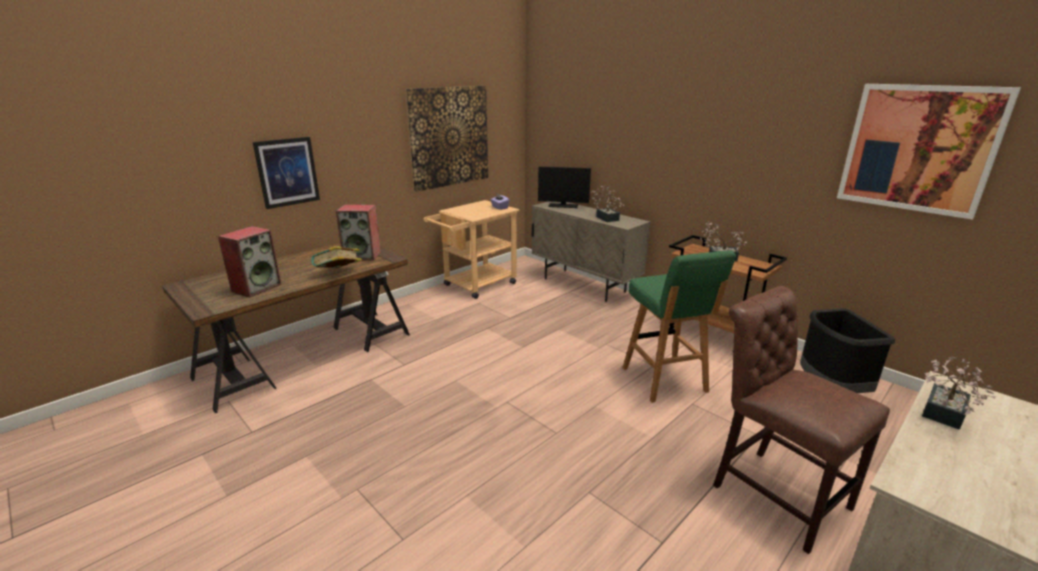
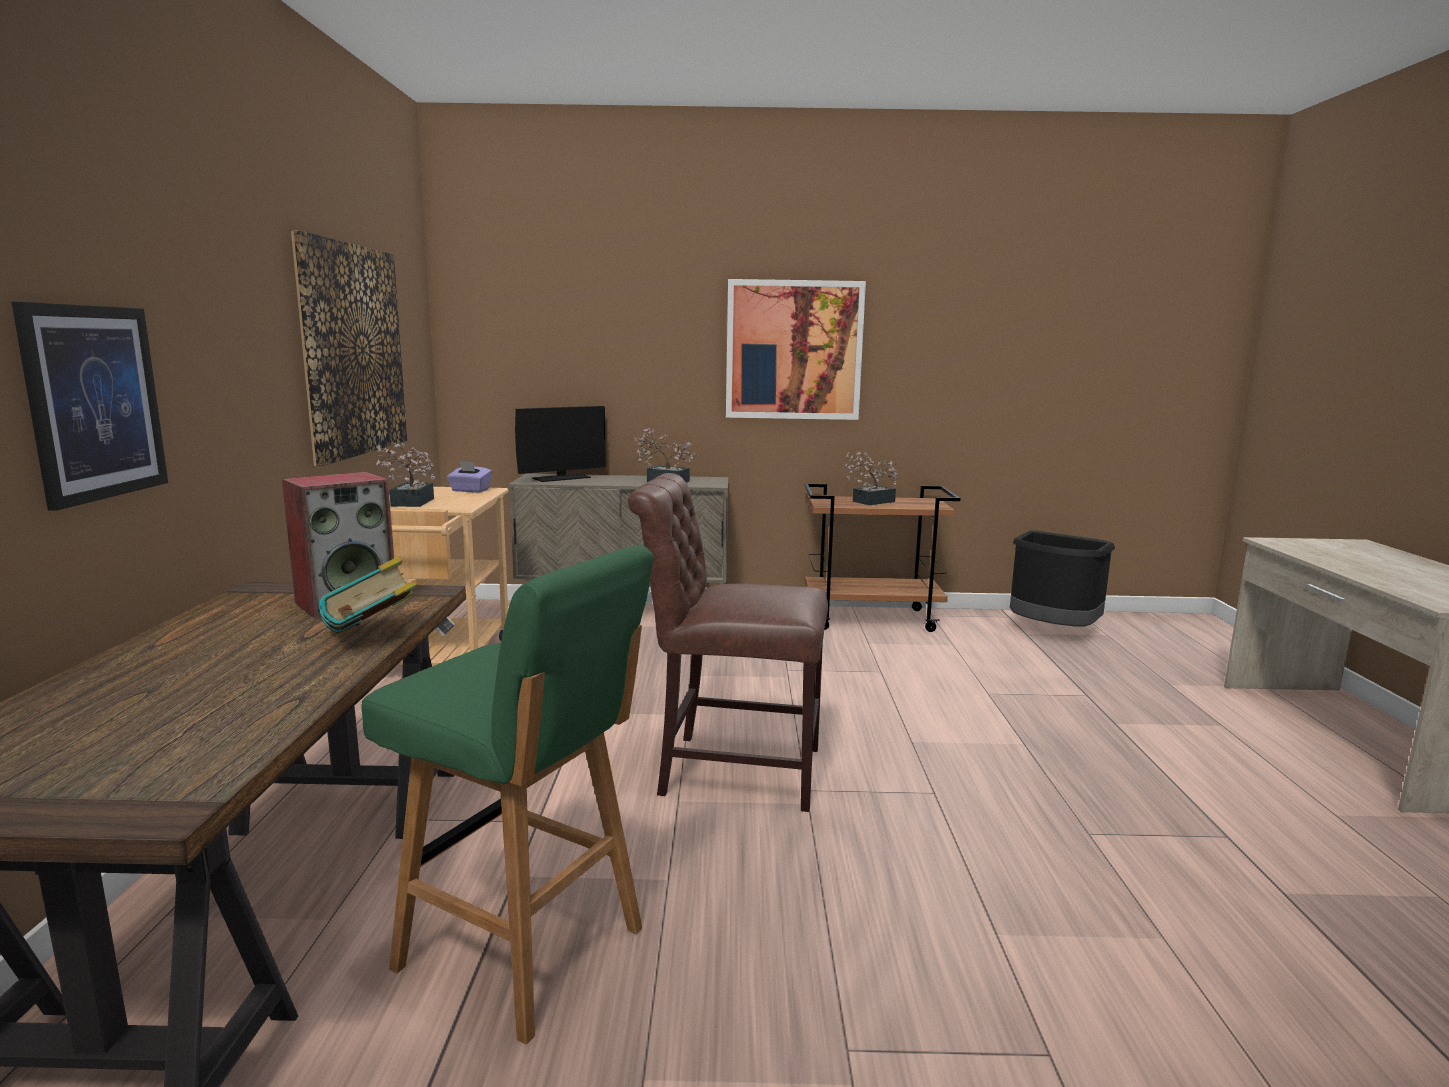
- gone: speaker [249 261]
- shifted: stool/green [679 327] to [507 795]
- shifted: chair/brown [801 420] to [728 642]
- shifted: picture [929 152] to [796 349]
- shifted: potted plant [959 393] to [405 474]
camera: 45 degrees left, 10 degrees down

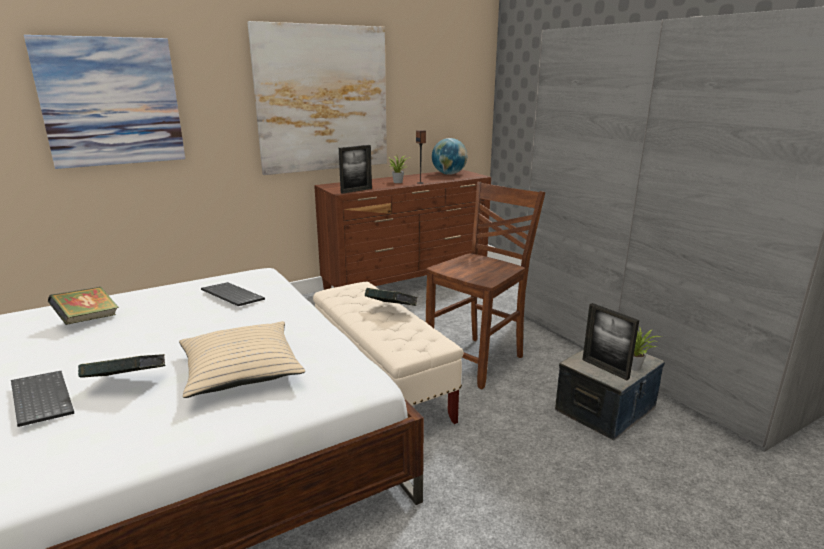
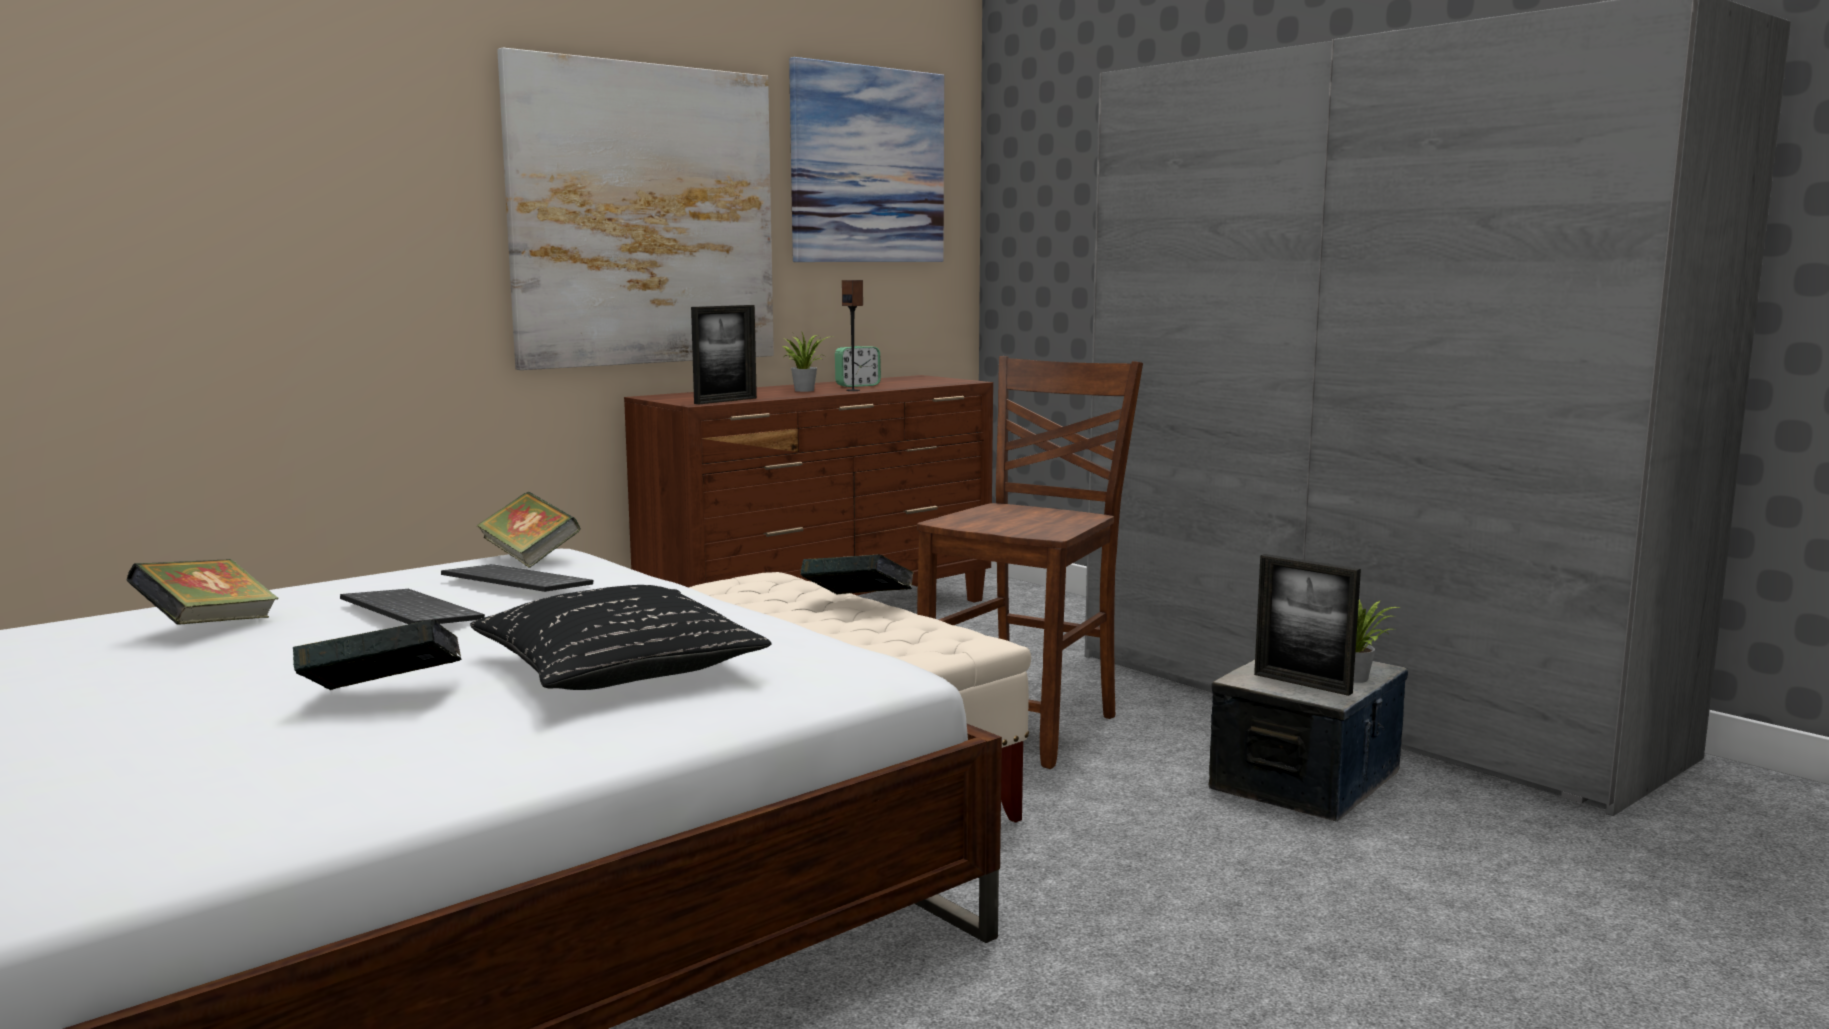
- shifted: keyboard [42 399] to [412 606]
- shifted: picture [104 102] to [866 159]
- repainted: pillow/beige [242 359] to pillow/black [620 637]
- gone: globe [449 156]
- new: book [528 530]
- new: alarm clock [858 366]
camera: 10 degrees left, 10 degrees down

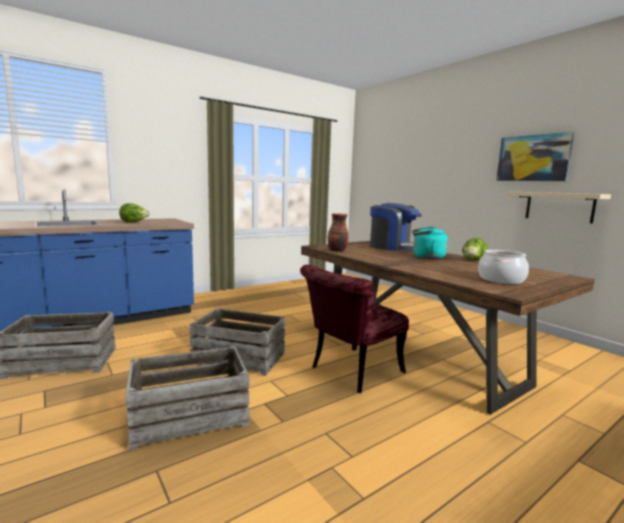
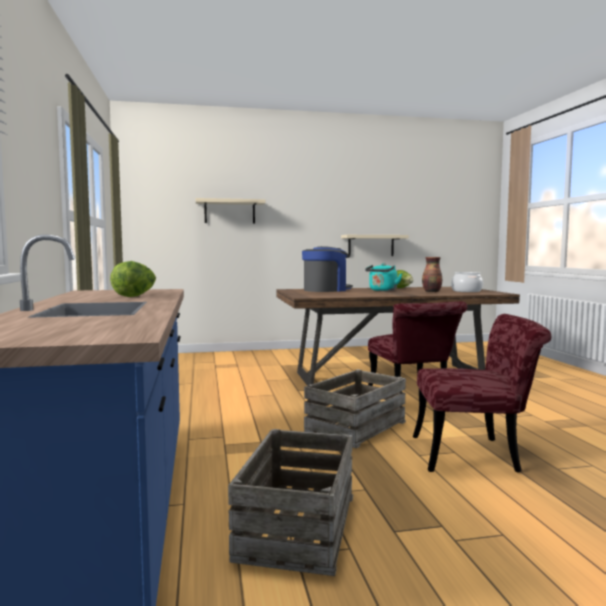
- swapped: crate [187 398] to chair/red [482 393]
- shifted: vase [337 232] to [432 274]
- gone: picture [535 156]
- new: shelf/beige [230 211]
camera: 65 degrees left, 5 degrees down

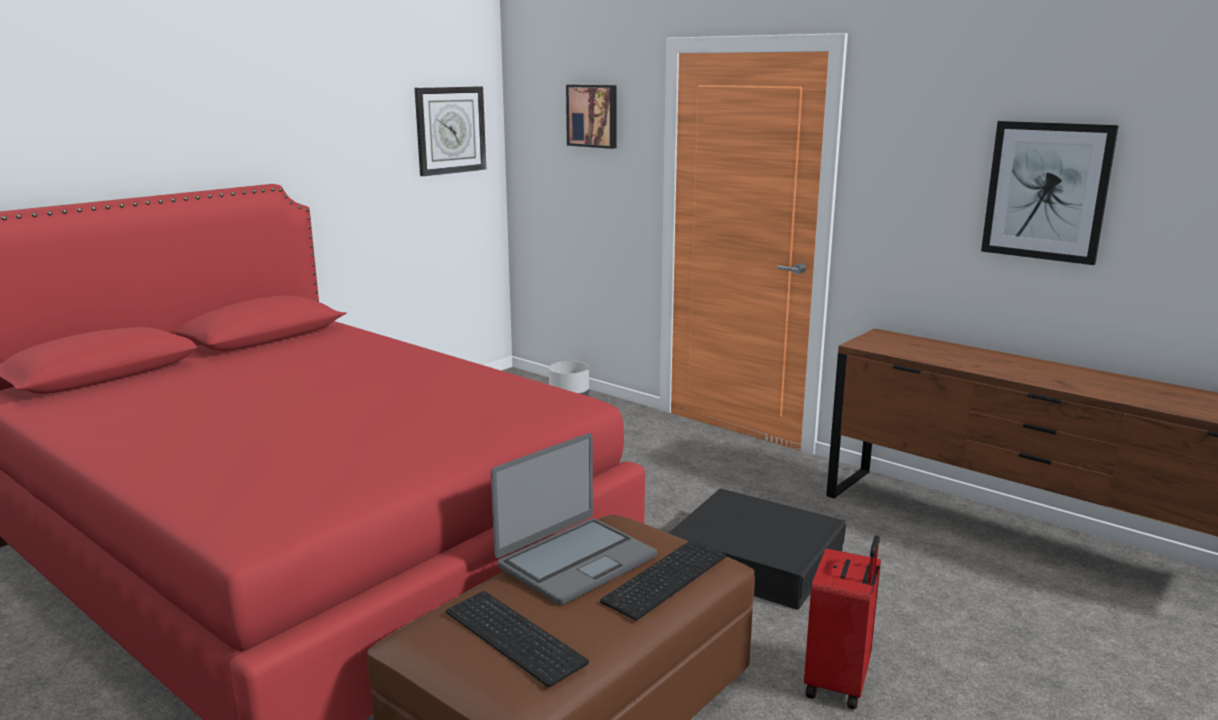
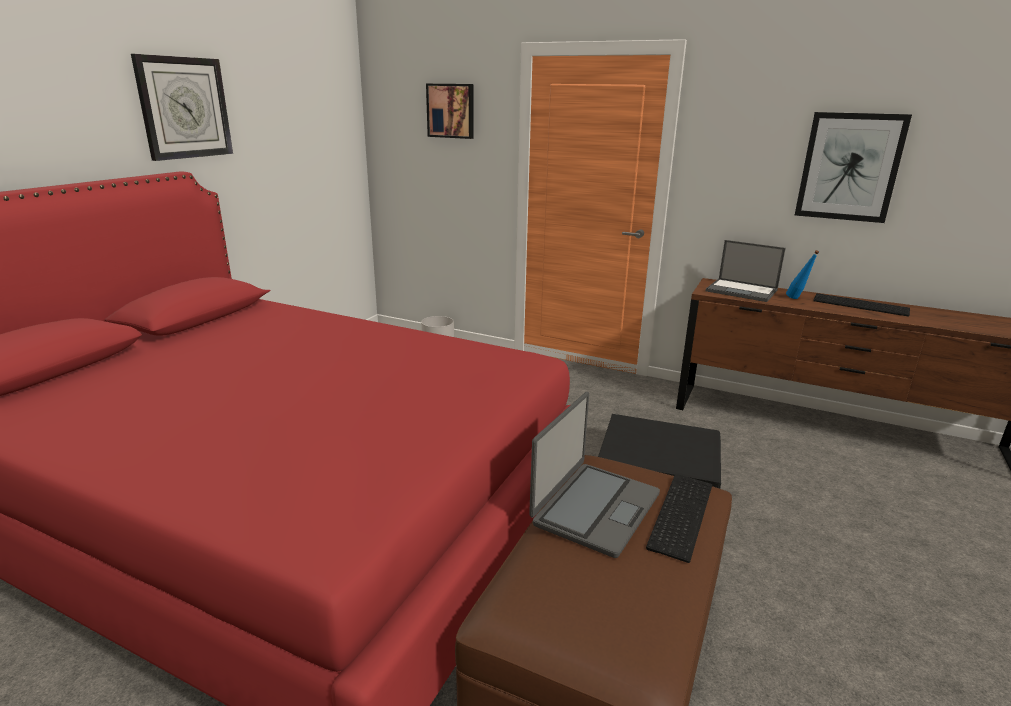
- shifted: wall clock [450 131] to [182 107]
- shifted: keyboard [517 639] to [861 305]
- gone: suitcase/red [842 623]
- new: laptop [746 271]
- new: bottle/blue [802 274]
camera: 15 degrees left, 5 degrees up

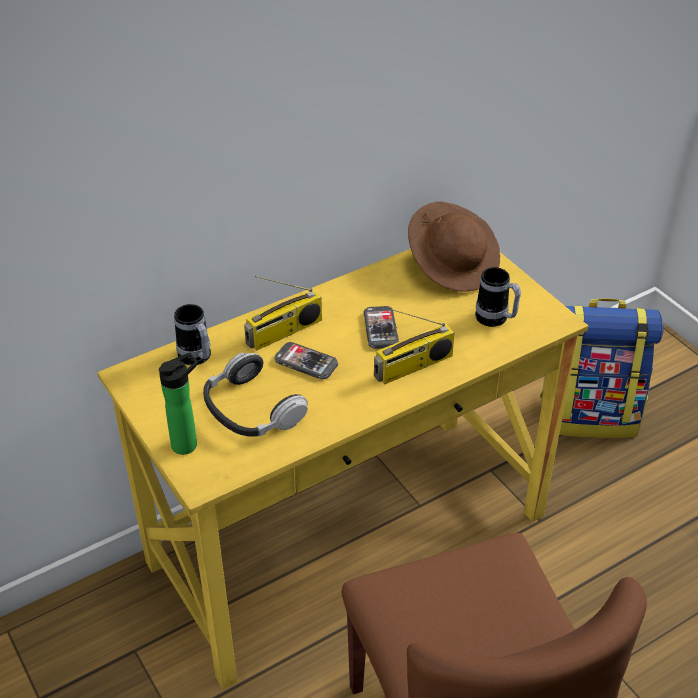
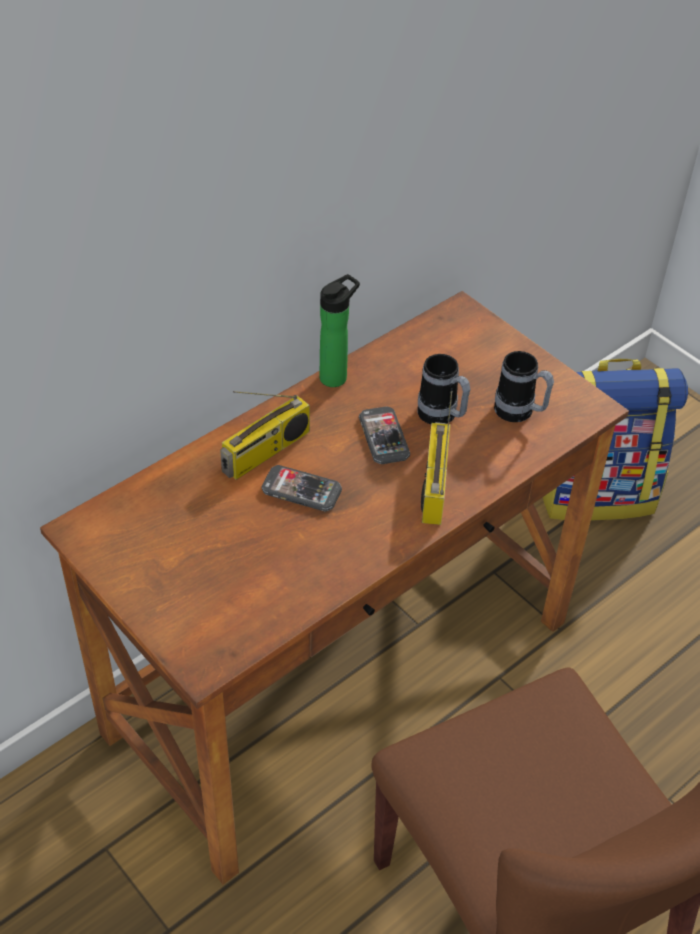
- repainted: desk/yellow [342 469] to desk/brown [334 588]
- shifted: bottle [178 403] to [340 330]
- shifted: mug [192 334] to [443 389]
- gone: headphones [255 394]
- rotated: radio [414 346] = [437 458] 135 degrees clockwise
- gone: hat/brown [454 247]
camera: 10 degrees left, 5 degrees up

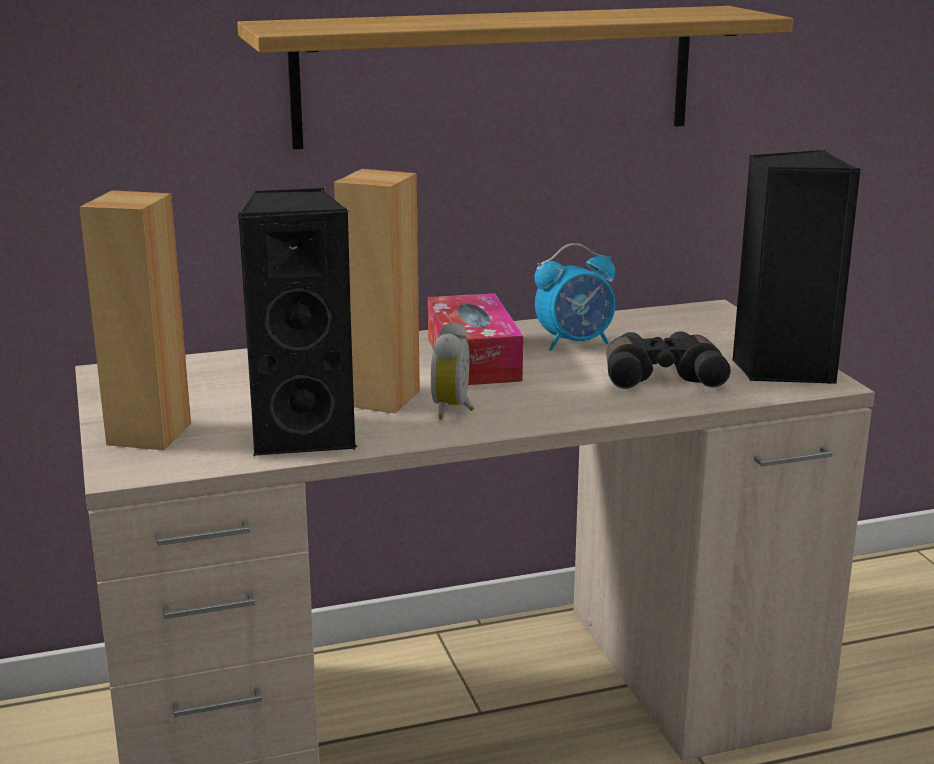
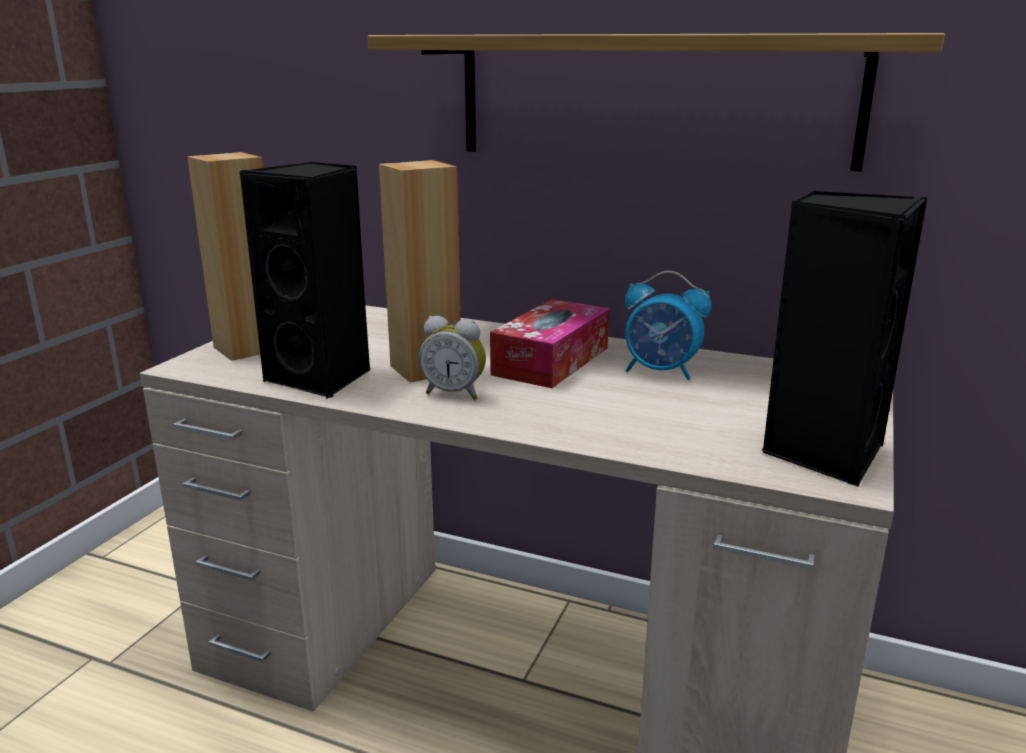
- rotated: alarm clock [452 370] = [452 358] 120 degrees counterclockwise
- gone: binoculars/black [668 360]
camera: 40 degrees right, 0 degrees up

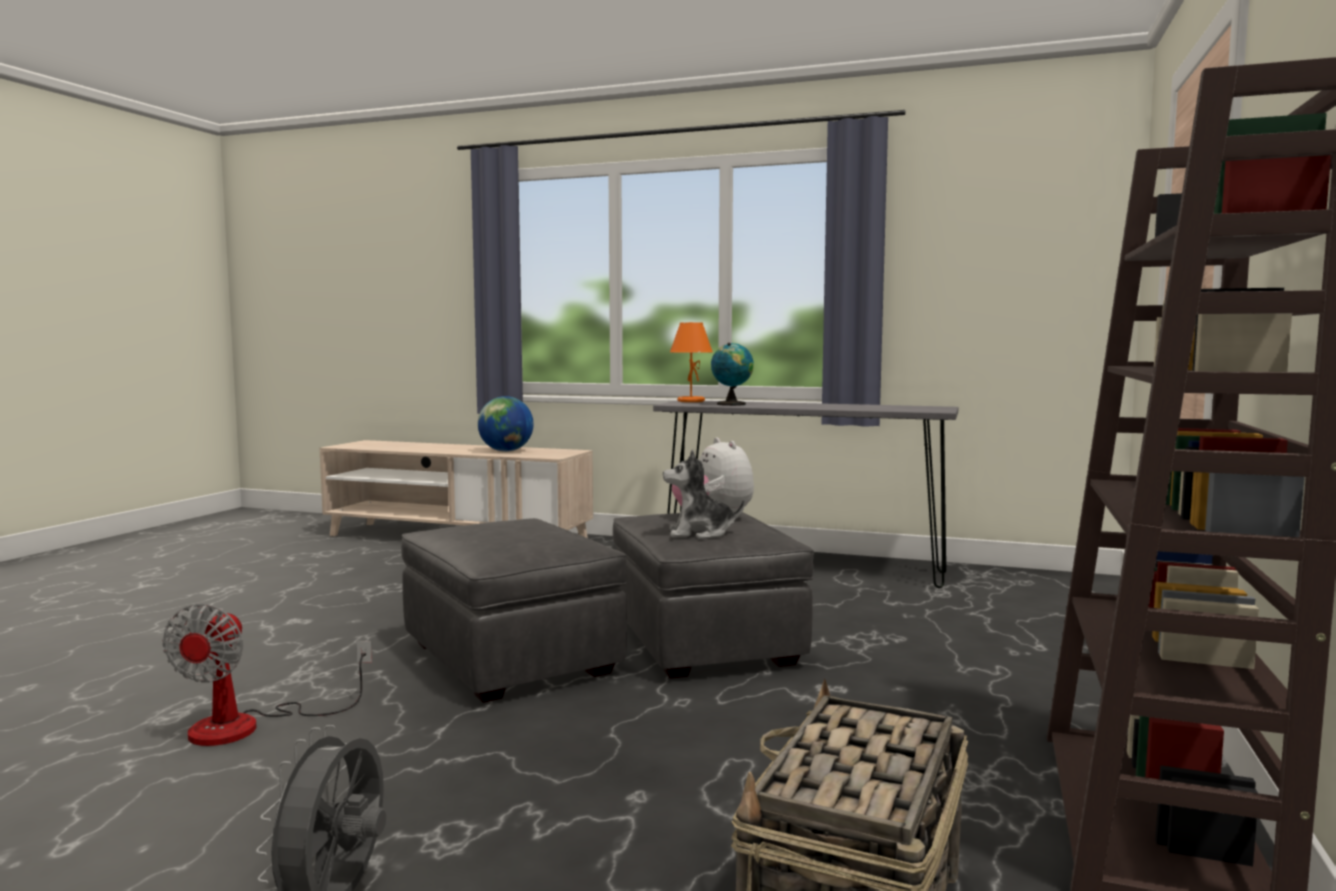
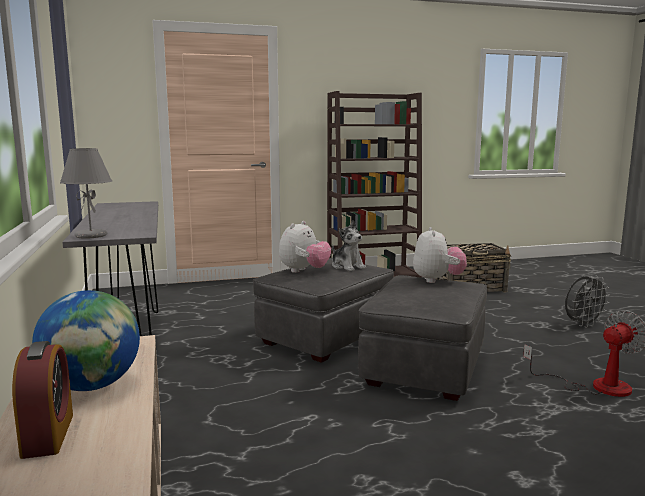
- repainted: table lamp/orange [691 362] to table lamp/grey [86 193]
- gone: globe [732 374]
- new: alarm clock [42 400]
- new: plush toy [440 255]
camera: 125 degrees left, 5 degrees up

